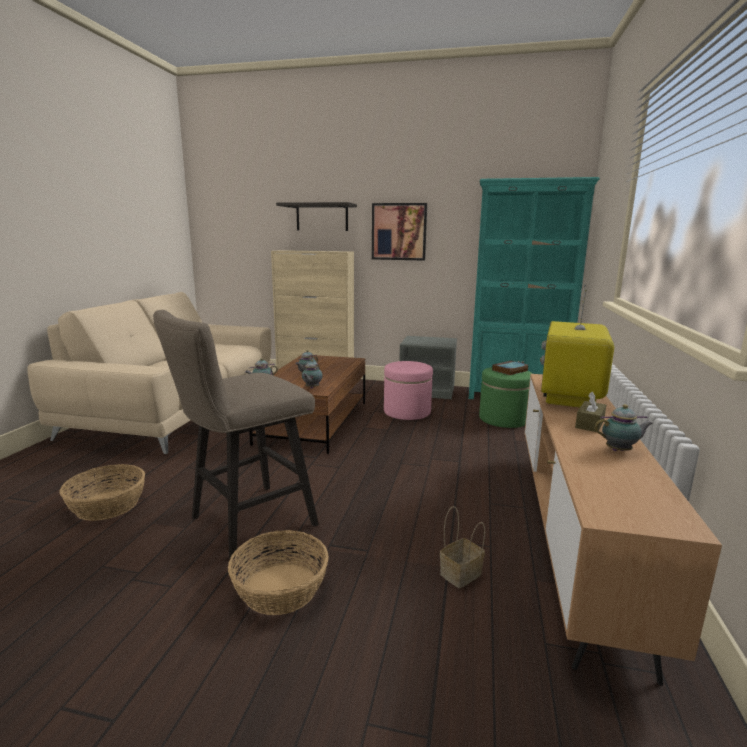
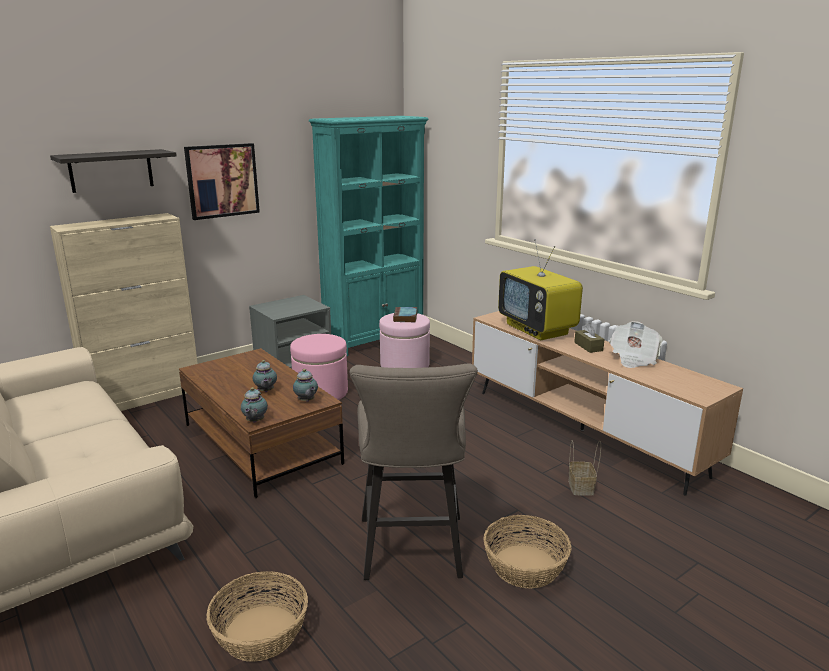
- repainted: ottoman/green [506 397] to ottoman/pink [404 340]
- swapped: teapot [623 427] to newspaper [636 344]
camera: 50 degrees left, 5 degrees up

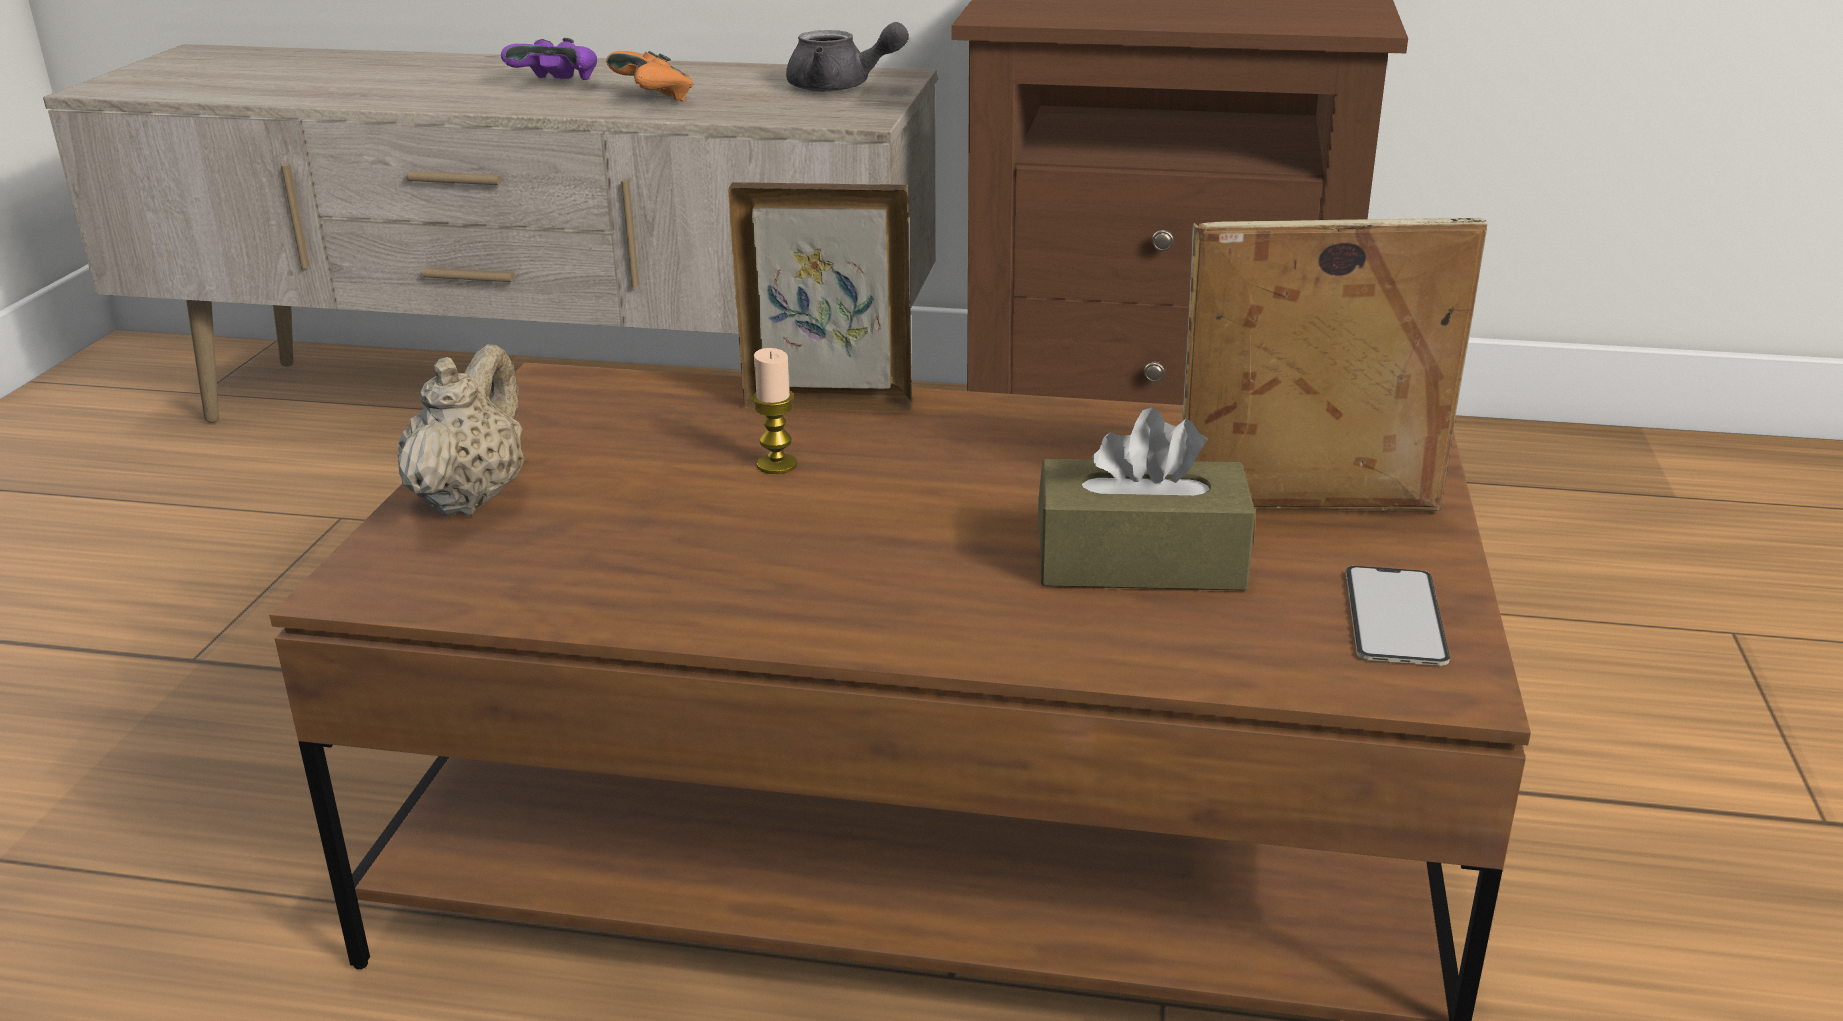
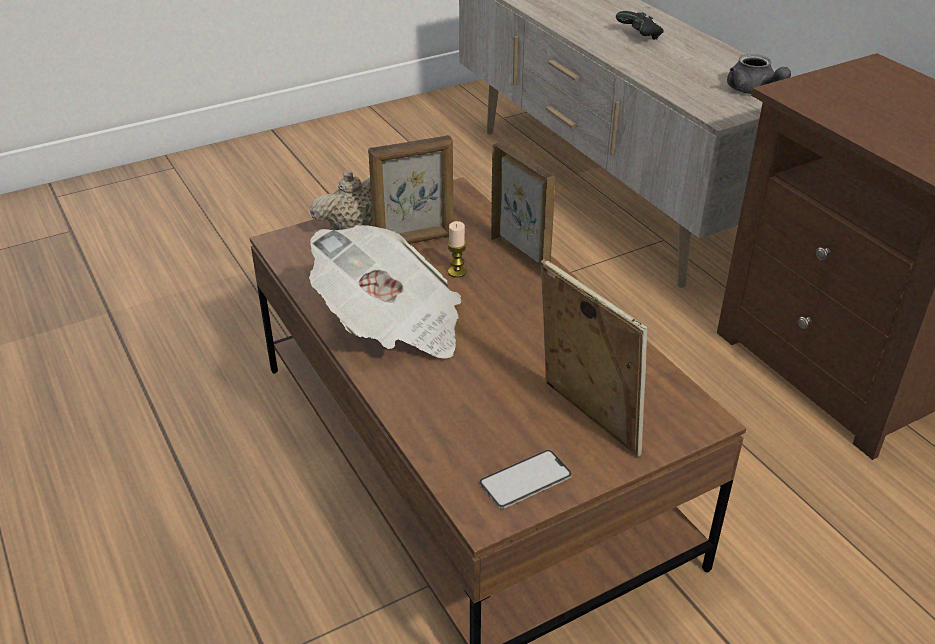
- repainted: game controller/purple [549 59] to game controller/black [640 25]
- gone: game controller/orange [649 76]
- gone: tissue box/brown [1146 499]
- new: newspaper [385 292]
- new: picture frame [410 189]
camera: 50 degrees right, 10 degrees up

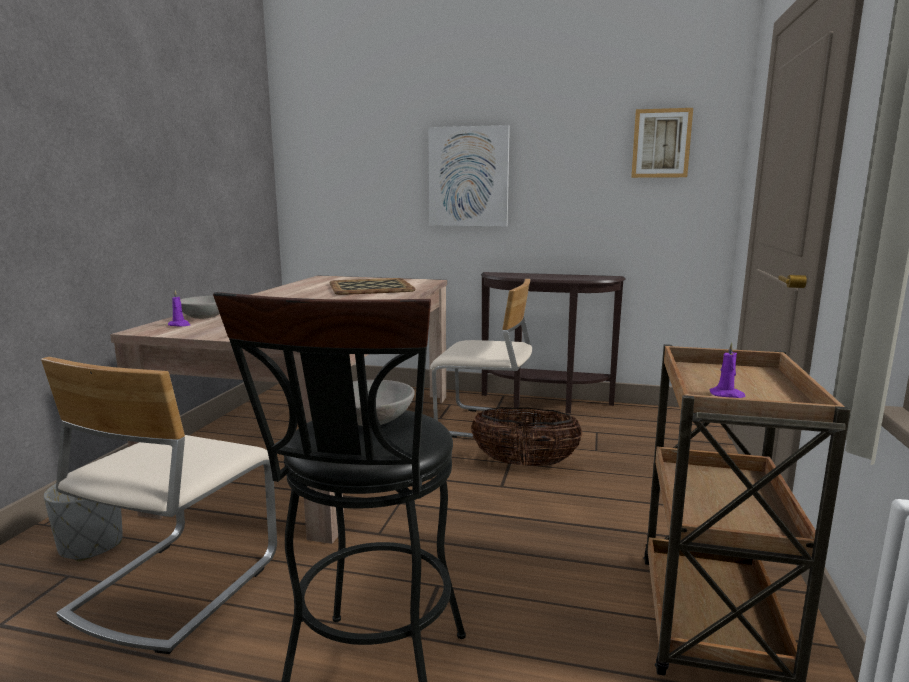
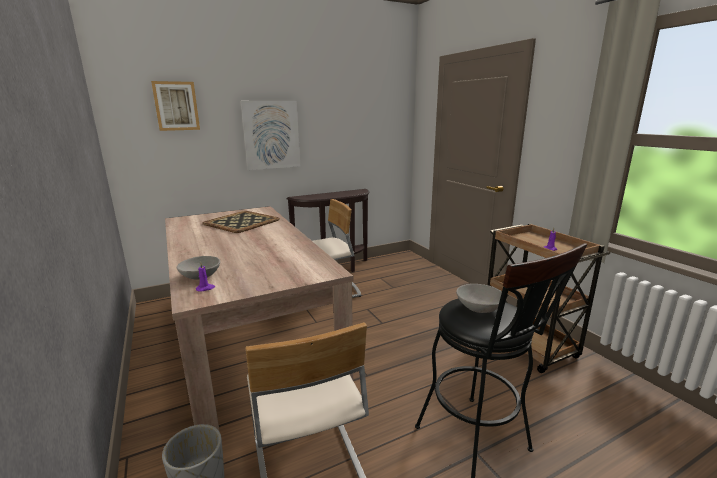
- gone: basket [526 436]
- shifted: picture [662 143] to [175 106]
camera: 40 degrees left, 5 degrees up

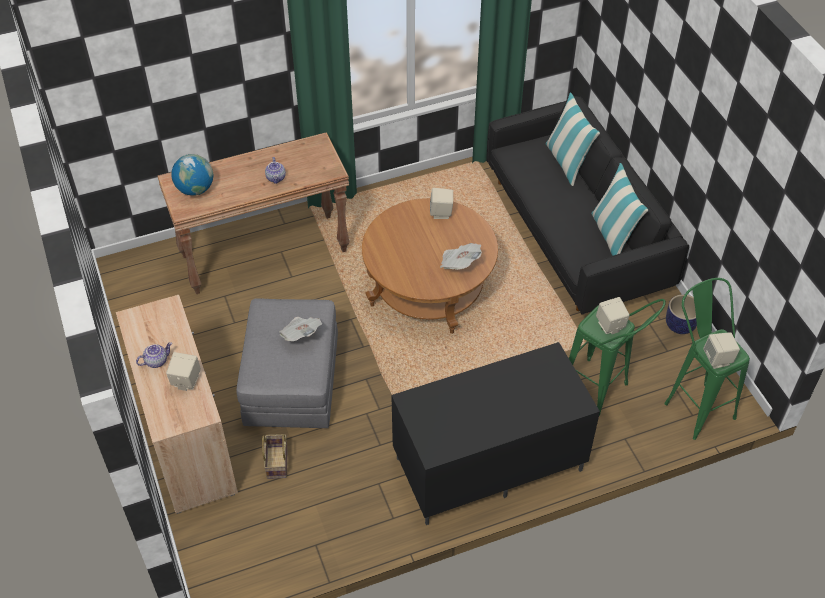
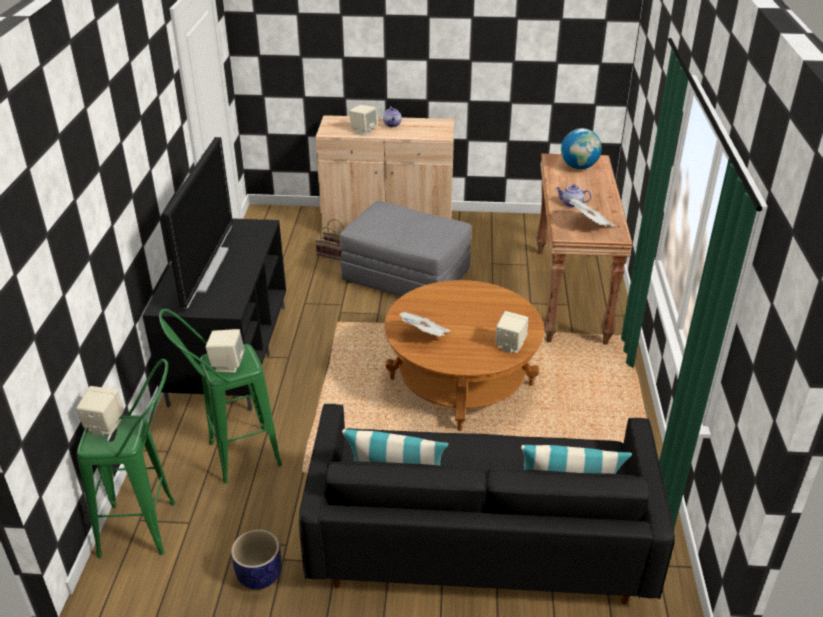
- shifted: newspaper [300 329] to [592 213]
- new: television [198 223]
camera: 115 degrees right, 15 degrees down

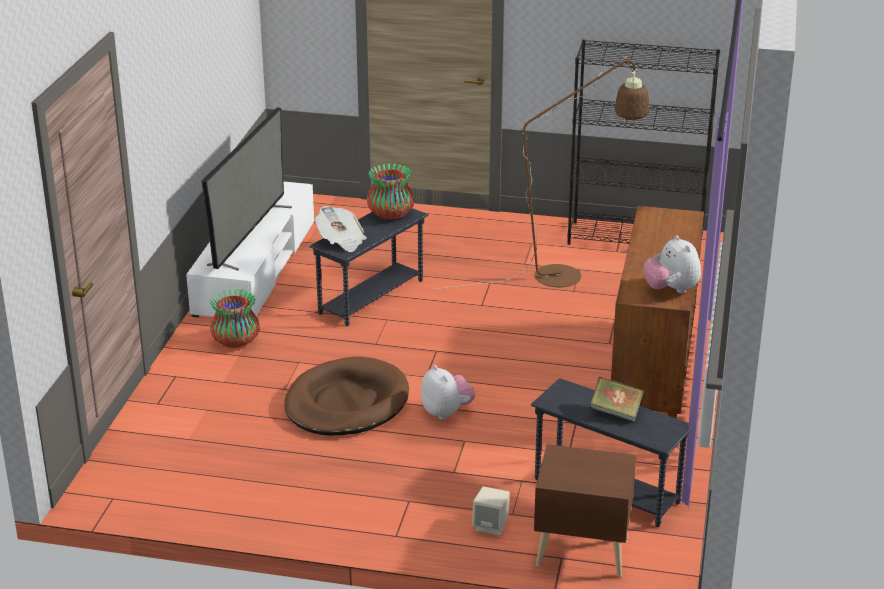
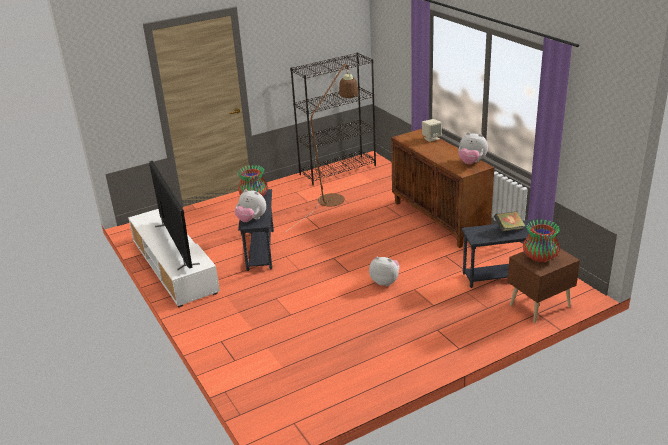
- shifted: vase [235 318] to [541 241]
- gone: dog bed/brown [346 395]
- swapped: newspaper [341 229] to plush toy [250 205]
- shifted: speaker/beige [491 511] to [432 130]
camera: 40 degrees left, 0 degrees up

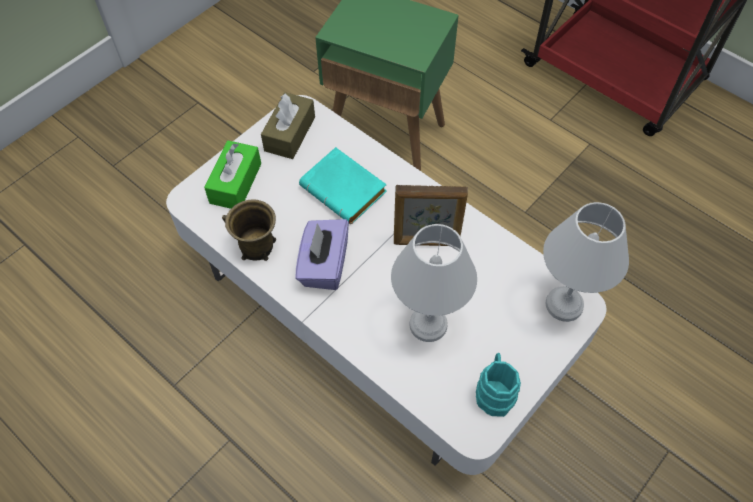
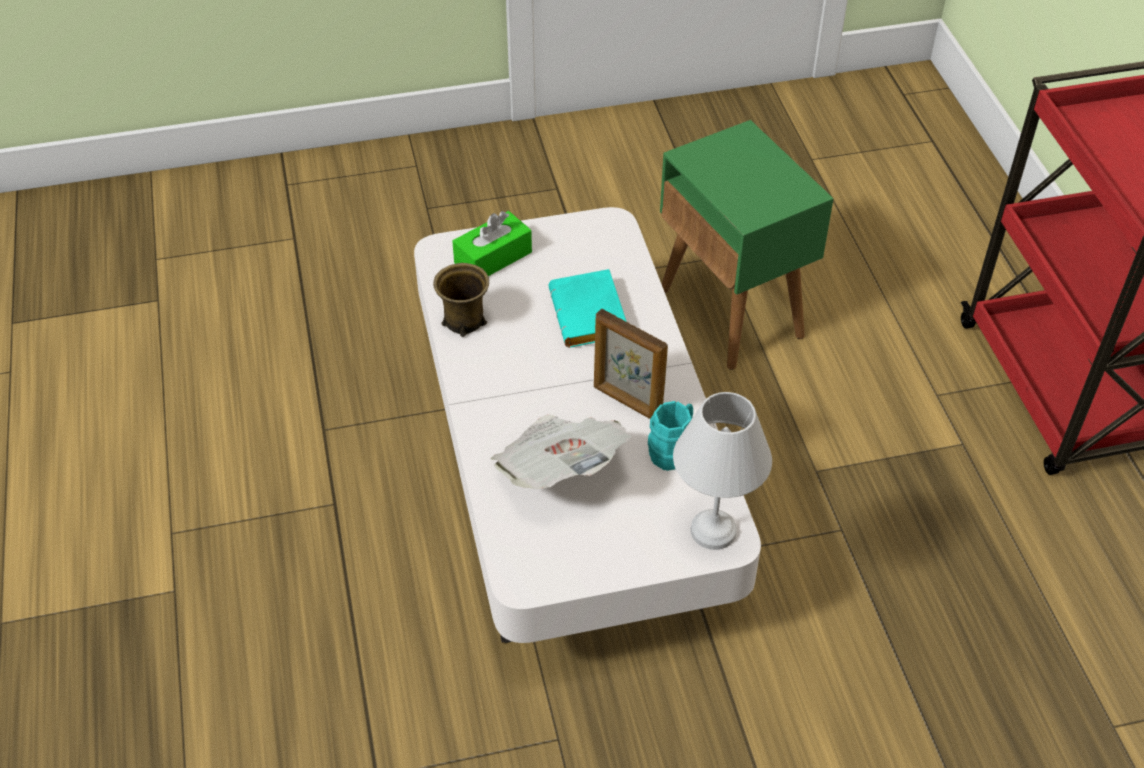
- gone: tissue box/brown [288 125]
- gone: tissue box/purple [322 254]
- swapped: table lamp/white [434 283] to newspaper [561 452]
- shifted: mug/turquoise [498 385] to [670 436]
camera: 35 degrees right, 10 degrees down

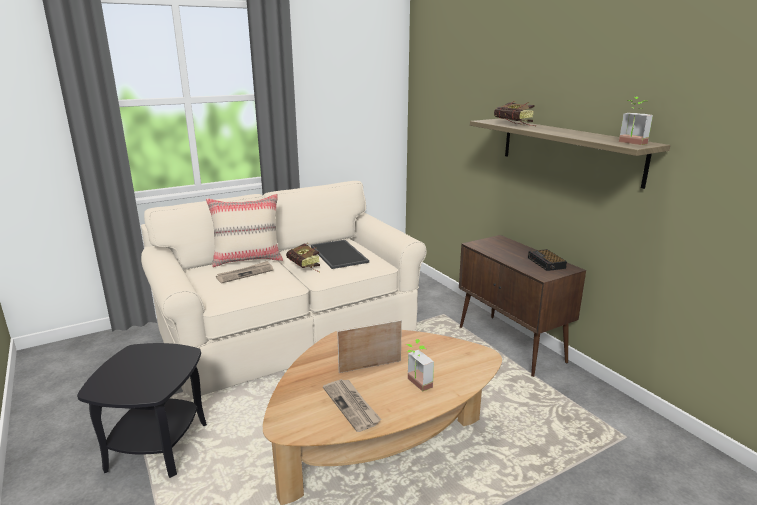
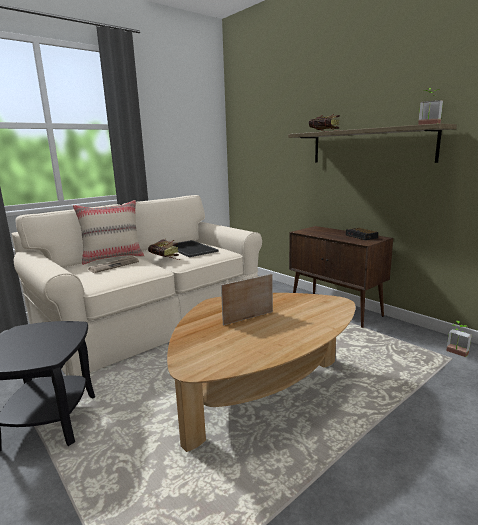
- gone: newspaper [352 405]
- shifted: potted plant [420 365] to [459 339]
camera: 10 degrees left, 5 degrees down

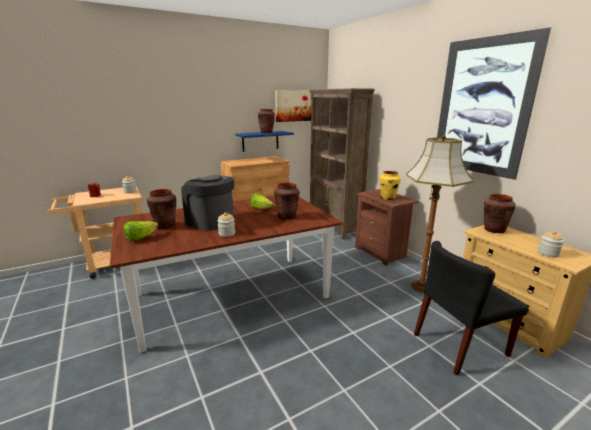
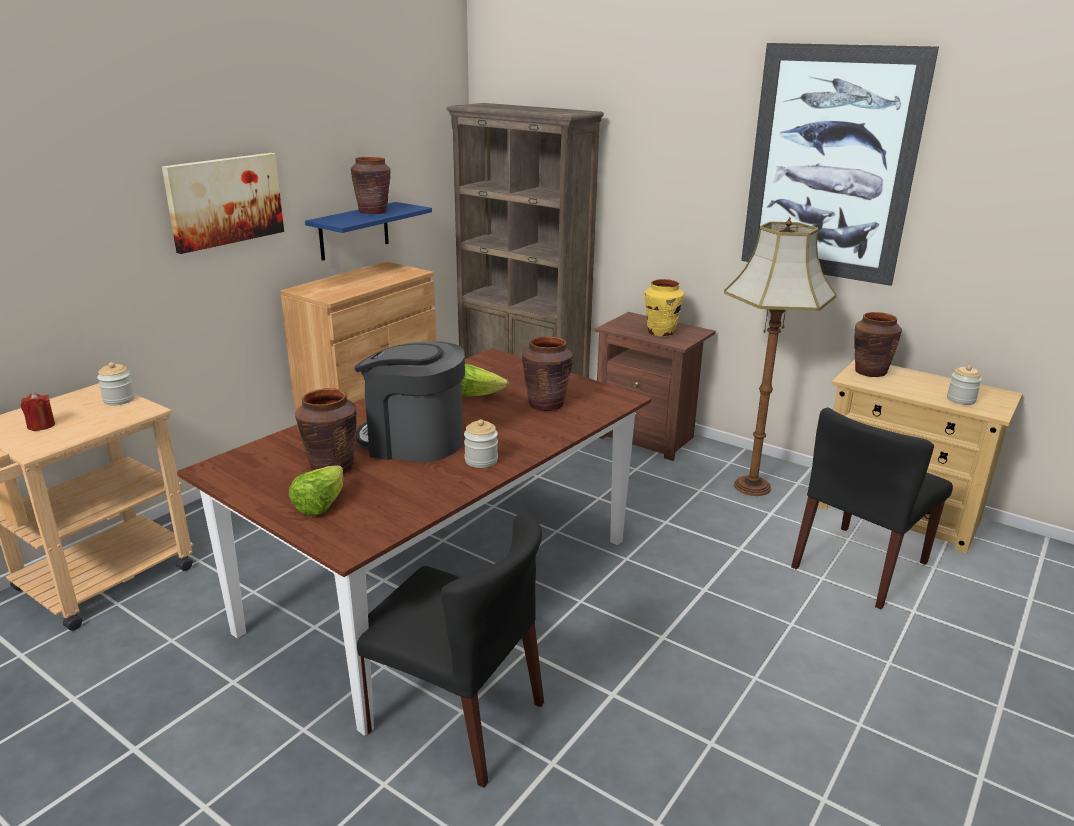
- shifted: picture [293 106] to [223 203]
- new: chair/black [450 651]
camera: 25 degrees left, 5 degrees up

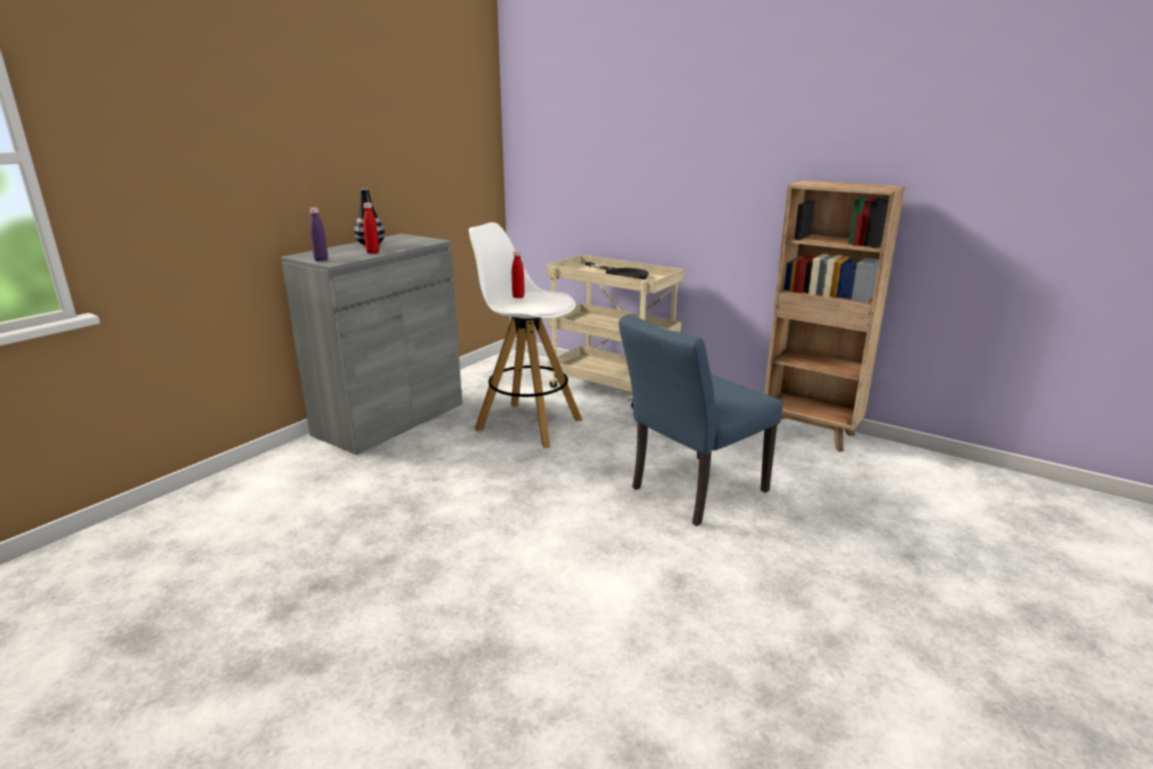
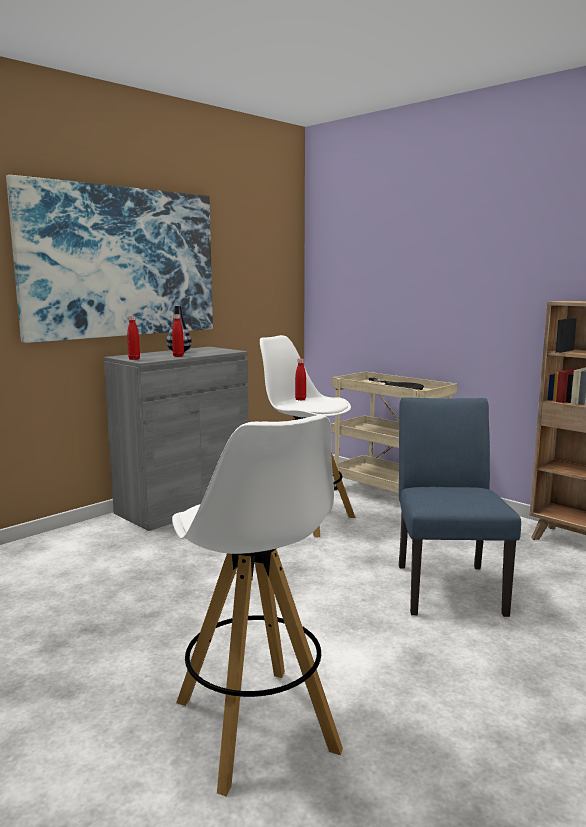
- repainted: bottle/purple [319 234] to bottle/red [133 338]
- rotated: chair/blue [701 420] = [460 507] 120 degrees clockwise
- new: picture [109 259]
- new: stool/white [257 606]
camera: 10 degrees right, 10 degrees down

